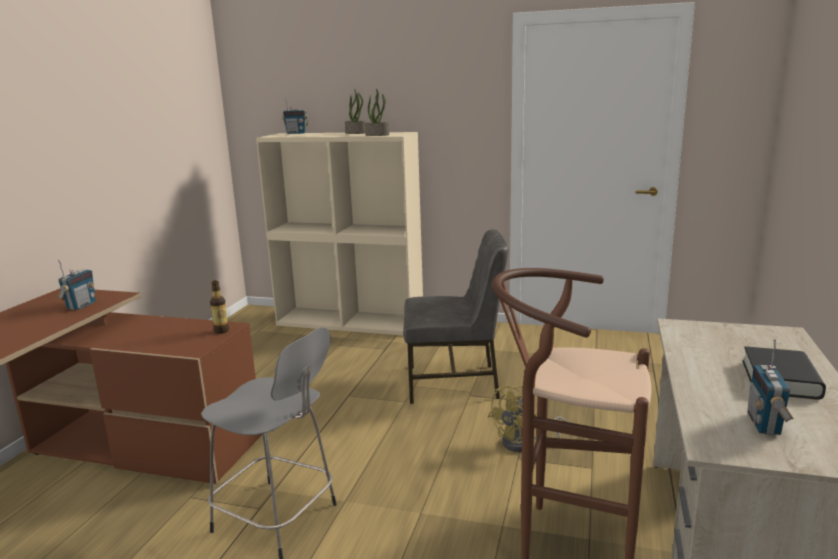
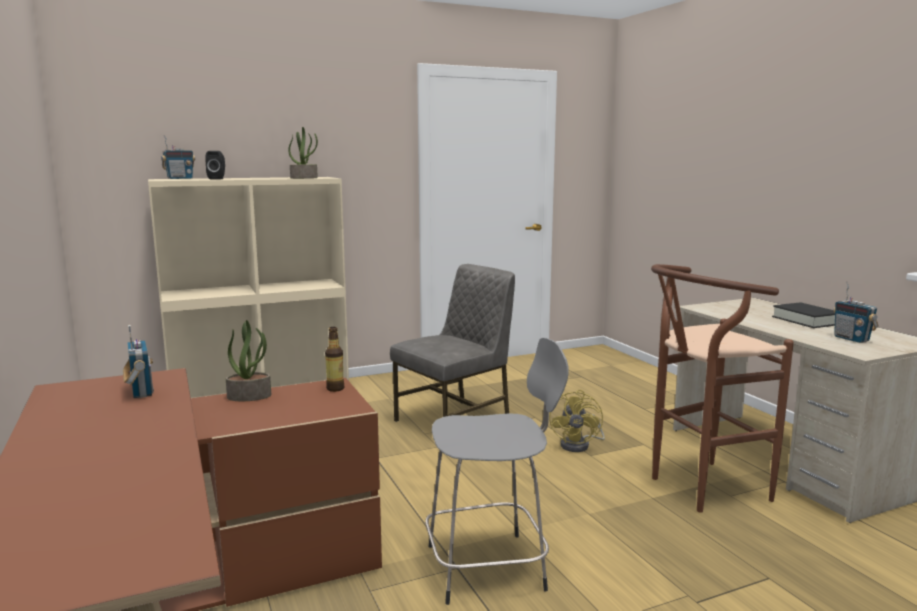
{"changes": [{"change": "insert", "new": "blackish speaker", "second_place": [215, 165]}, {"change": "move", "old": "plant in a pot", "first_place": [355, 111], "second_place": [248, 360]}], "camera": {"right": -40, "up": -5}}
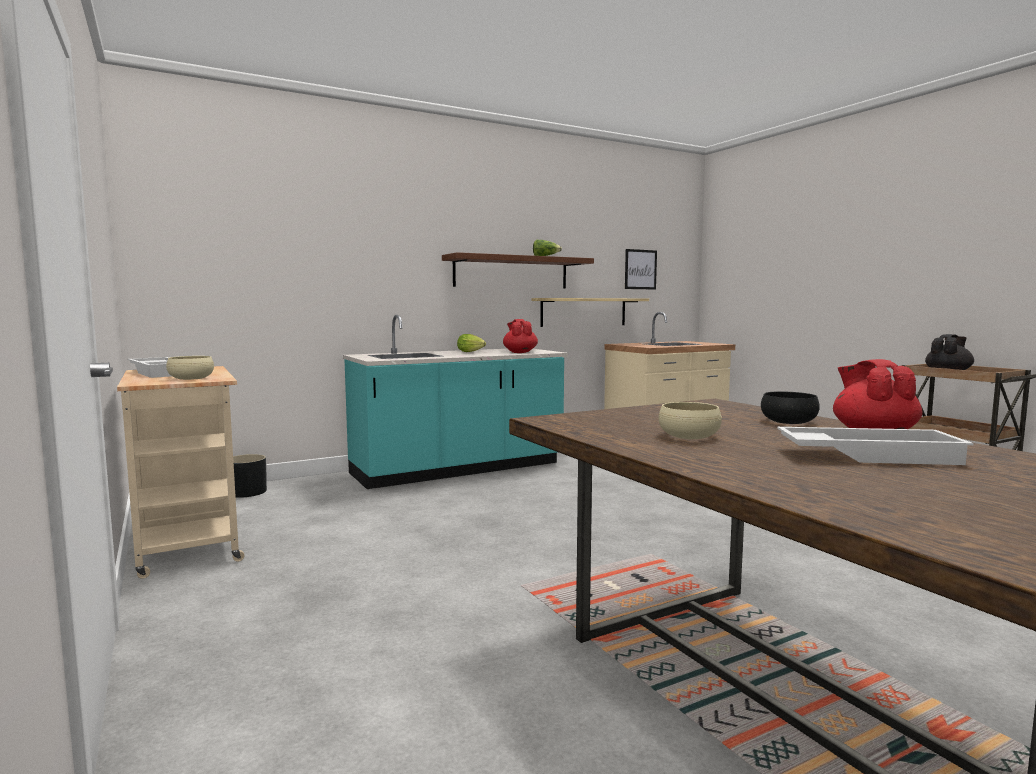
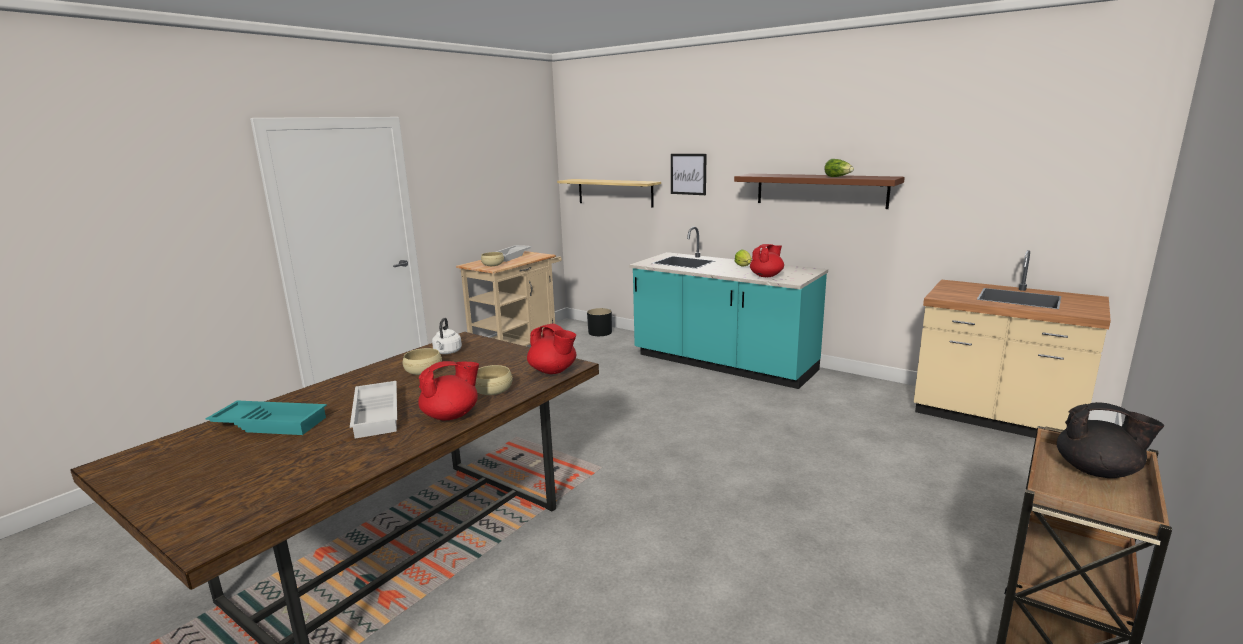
{"changes": [{"change": "insert", "new": "turquoise tray", "second_place": [266, 418]}, {"change": "insert", "new": "whitish tea kettle", "second_place": [447, 336]}, {"change": "insert", "new": "red teapot", "second_place": [552, 349]}, {"change": "move", "old": "shelf", "first_place": [590, 312], "second_place": [609, 193]}, {"change": "move", "old": "picture", "first_place": [641, 269], "second_place": [689, 174]}, {"change": "recolor", "old": "blackish bowl", "new": "beige bowl", "first_place": [790, 407], "second_place": [494, 380]}], "camera": {"right": 65, "up": 10}}
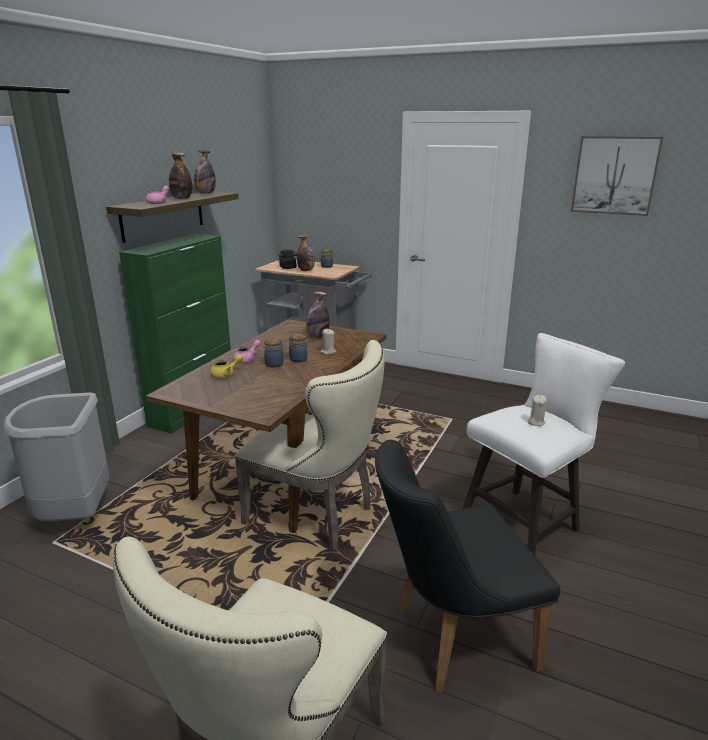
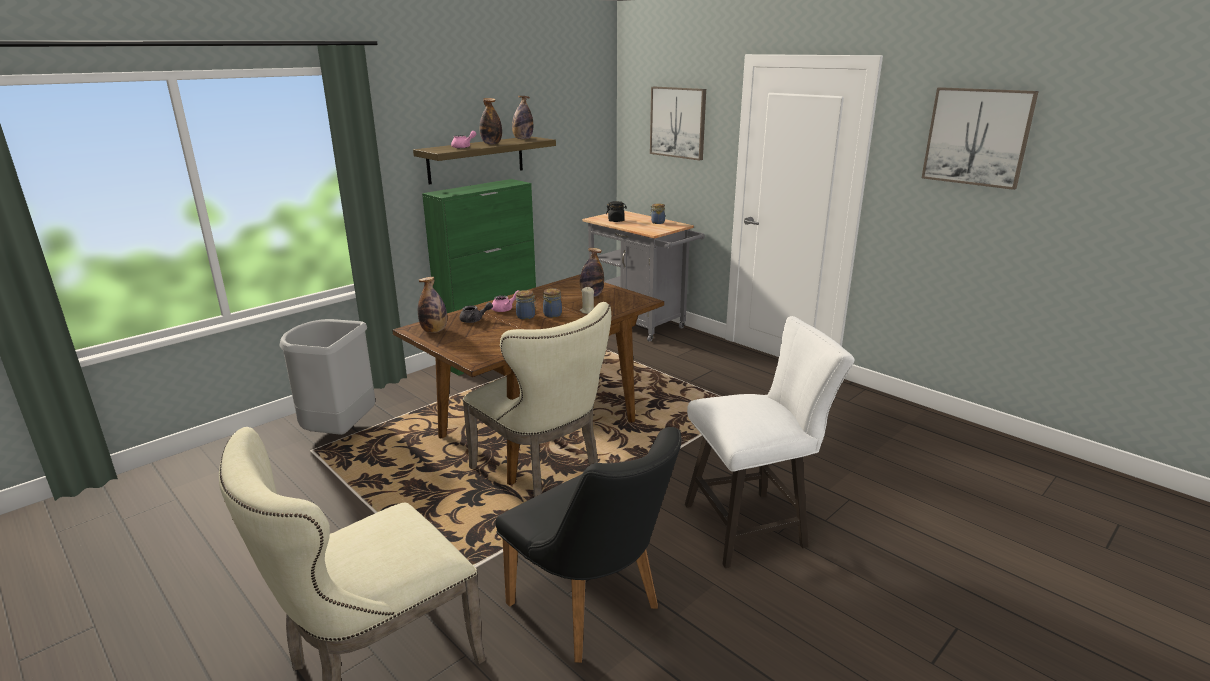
{"changes": [{"change": "delete", "old": "beige wax light", "first_place": [537, 410]}, {"change": "insert", "new": "picture", "second_place": [678, 124]}, {"change": "move", "old": "bottle", "first_place": [306, 253], "second_place": [432, 305]}, {"change": "recolor", "old": "yellow-coloured teapot", "new": "gray teapot", "first_place": [226, 366], "second_place": [476, 312]}, {"change": "rotate", "old": "blackish plain chair", "first_place": [467, 566], "second_place": [588, 545], "degrees": -135}], "camera": {"right": 20, "up": 0}}
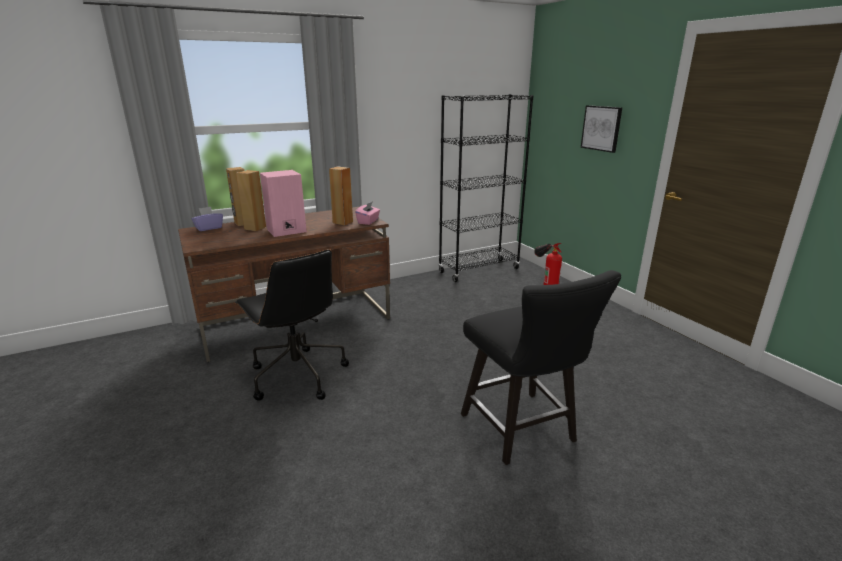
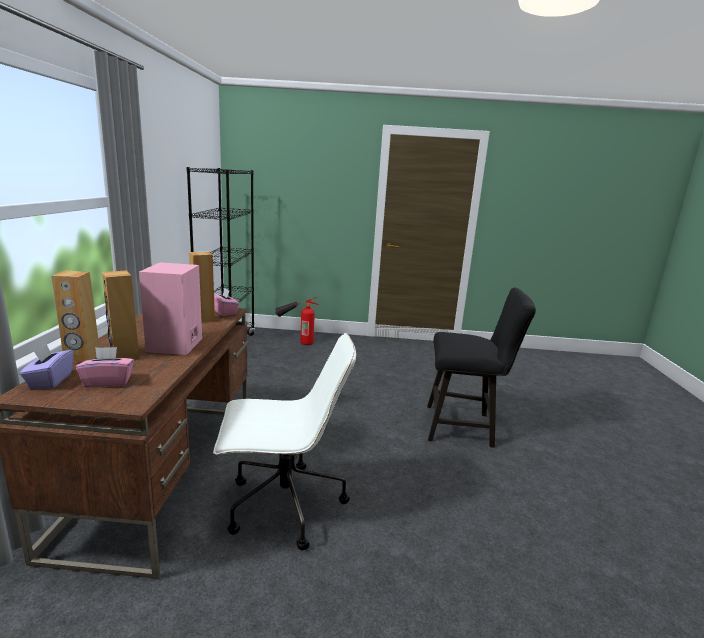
{"changes": [{"change": "delete", "old": "picture", "first_place": [601, 129]}, {"change": "insert", "new": "pink box of tissues", "second_place": [105, 367]}, {"change": "recolor", "old": "blackish desk chair", "new": "whitish desk chair", "first_place": [292, 325], "second_place": [284, 442]}], "camera": {"right": -60, "up": -5}}
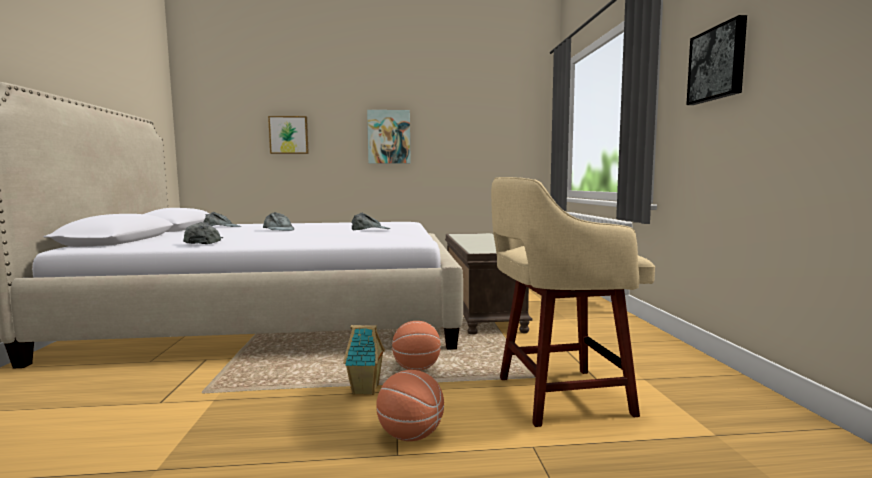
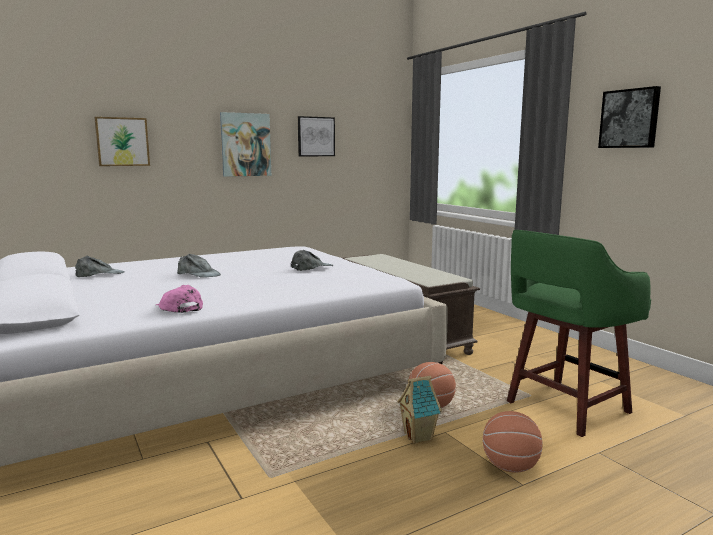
{"changes": [{"change": "insert", "new": "picture", "second_place": [316, 136]}, {"change": "recolor", "old": "gray cap", "new": "pink cap", "first_place": [203, 233], "second_place": [179, 299]}, {"change": "recolor", "old": "beige stool seat", "new": "green-coloured stool seat", "first_place": [573, 302], "second_place": [579, 333]}], "camera": {"right": -25, "up": 5}}
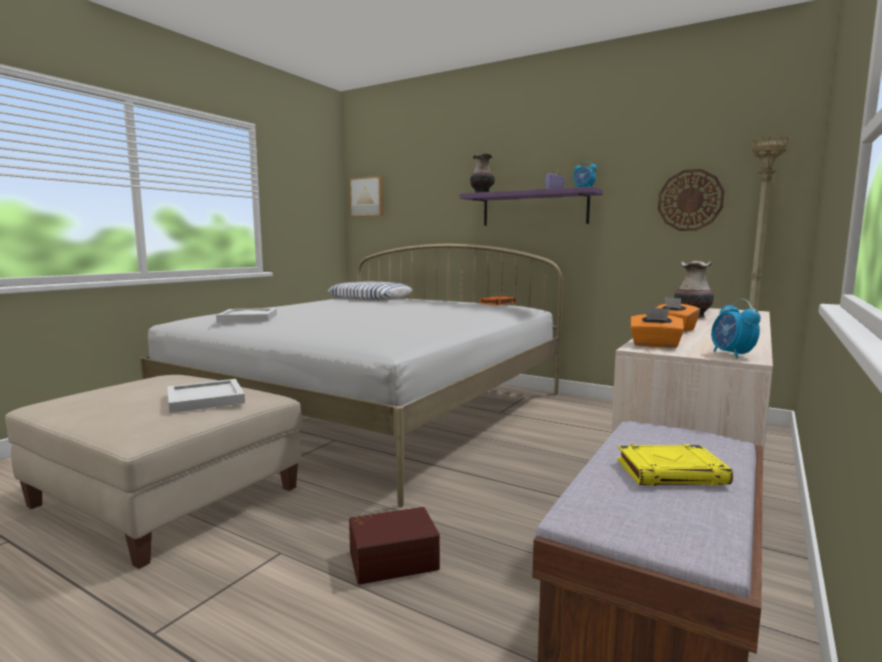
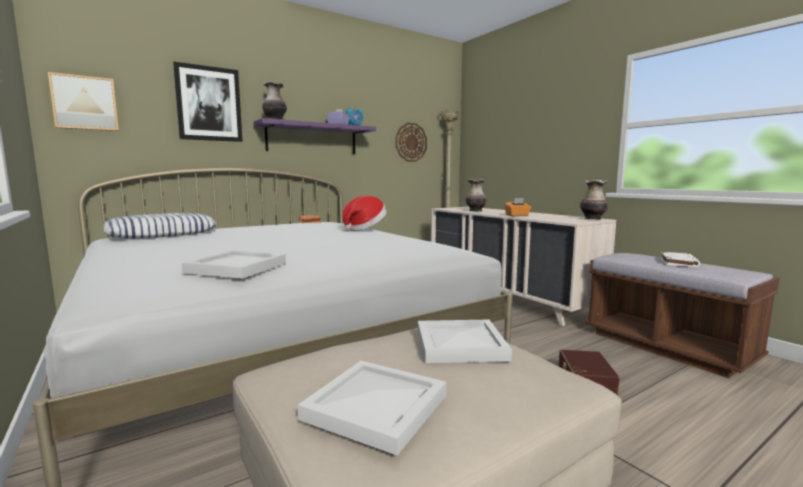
{"changes": [{"change": "delete", "old": "orange box of tissues", "first_place": [657, 327]}, {"change": "insert", "new": "picture", "second_place": [207, 102]}, {"change": "insert", "new": "whitish tray", "second_place": [372, 408]}, {"change": "insert", "new": "hat", "second_place": [364, 213]}, {"change": "replace", "old": "bedside clock", "new": "decorative vase", "first_place": [736, 328], "second_place": [594, 200]}, {"change": "recolor", "old": "yellow-coloured book", "new": "whitish book", "first_place": [675, 465], "second_place": [680, 259]}], "camera": {"right": -65, "up": 0}}
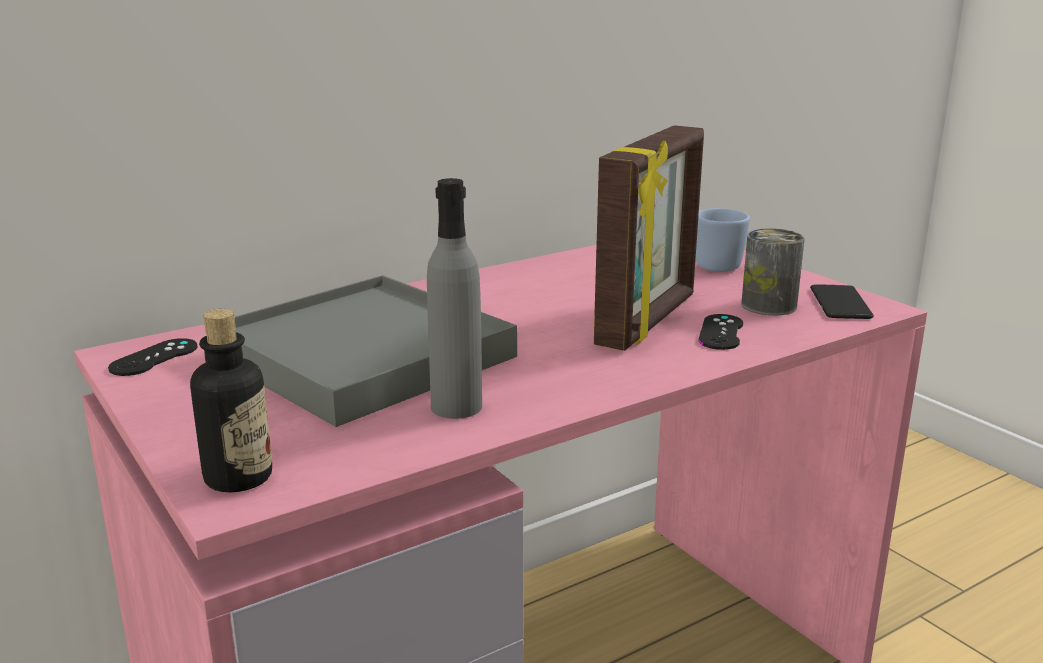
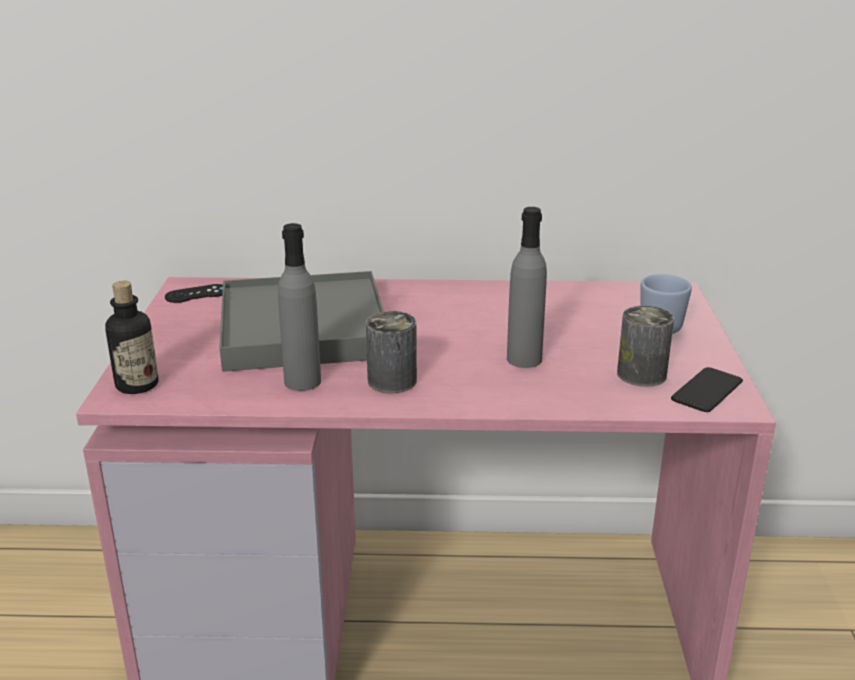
{"changes": [{"change": "delete", "old": "blackish joypad", "first_place": [721, 332]}, {"change": "insert", "new": "metal can", "second_place": [391, 352]}, {"change": "replace", "old": "picture frame", "new": "gray bottle", "first_place": [649, 238], "second_place": [527, 287]}], "camera": {"right": 35, "up": 5}}
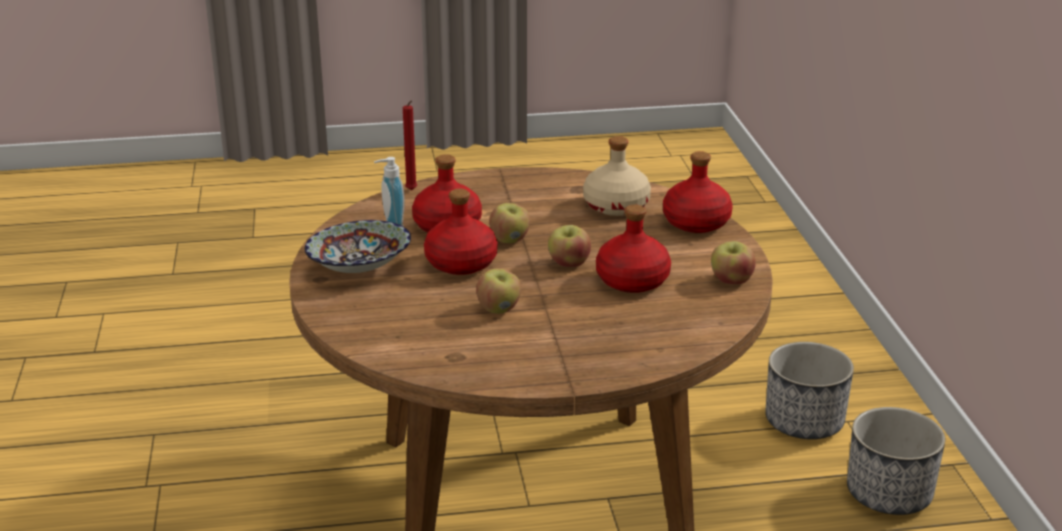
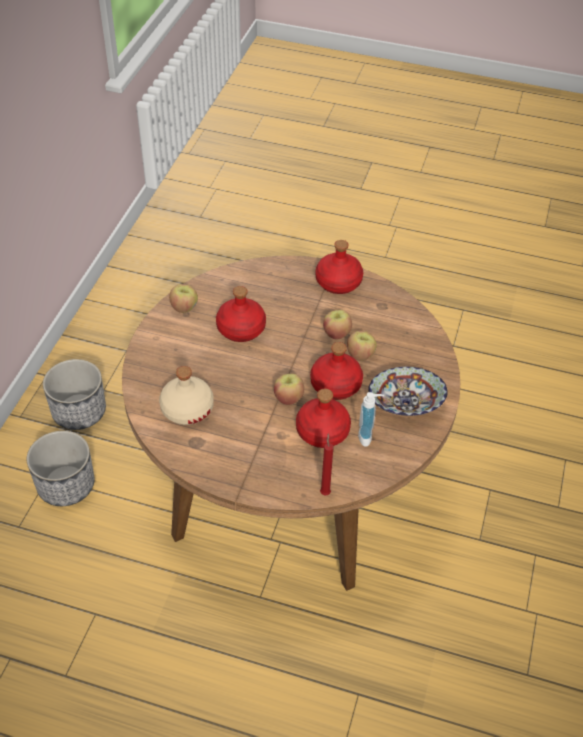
{"changes": [{"change": "move", "old": "apple", "first_place": [569, 246], "second_place": [362, 346]}, {"change": "move", "old": "red bottle", "first_place": [698, 192], "second_place": [339, 267]}], "camera": {"right": -155, "up": 20}}
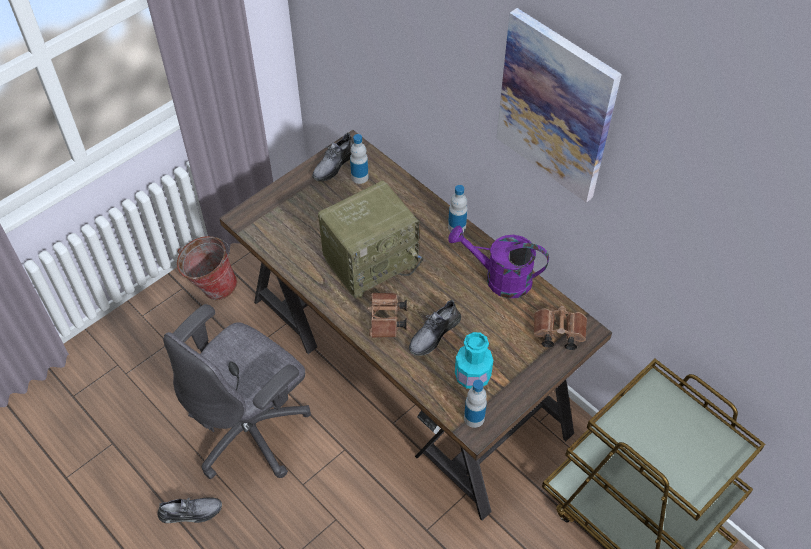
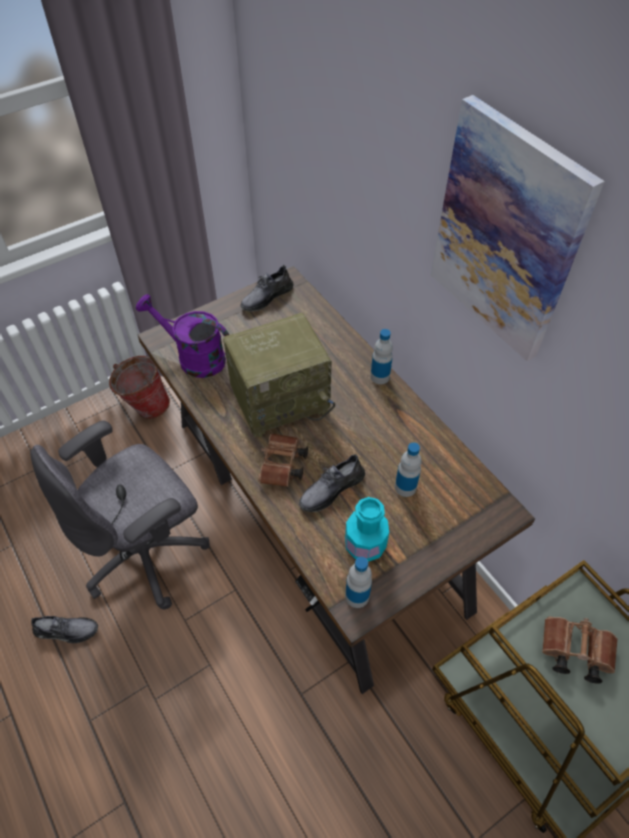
{"changes": [{"change": "move", "old": "bottle", "first_place": [359, 159], "second_place": [408, 469]}, {"change": "move", "old": "purplish sprinkling can", "first_place": [498, 262], "second_place": [182, 336]}, {"change": "move", "old": "brown-coloured pair of binoculars", "first_place": [560, 328], "second_place": [580, 650]}], "camera": {"right": 10, "up": 0}}
